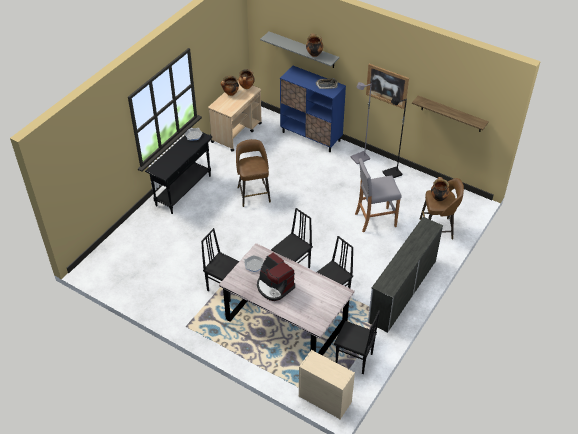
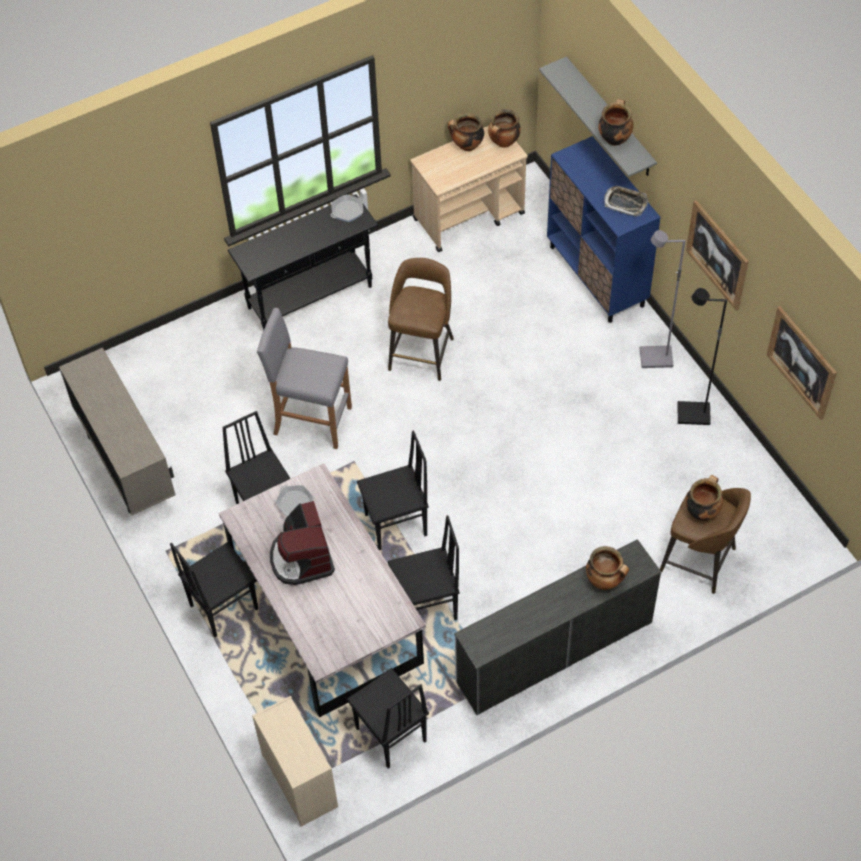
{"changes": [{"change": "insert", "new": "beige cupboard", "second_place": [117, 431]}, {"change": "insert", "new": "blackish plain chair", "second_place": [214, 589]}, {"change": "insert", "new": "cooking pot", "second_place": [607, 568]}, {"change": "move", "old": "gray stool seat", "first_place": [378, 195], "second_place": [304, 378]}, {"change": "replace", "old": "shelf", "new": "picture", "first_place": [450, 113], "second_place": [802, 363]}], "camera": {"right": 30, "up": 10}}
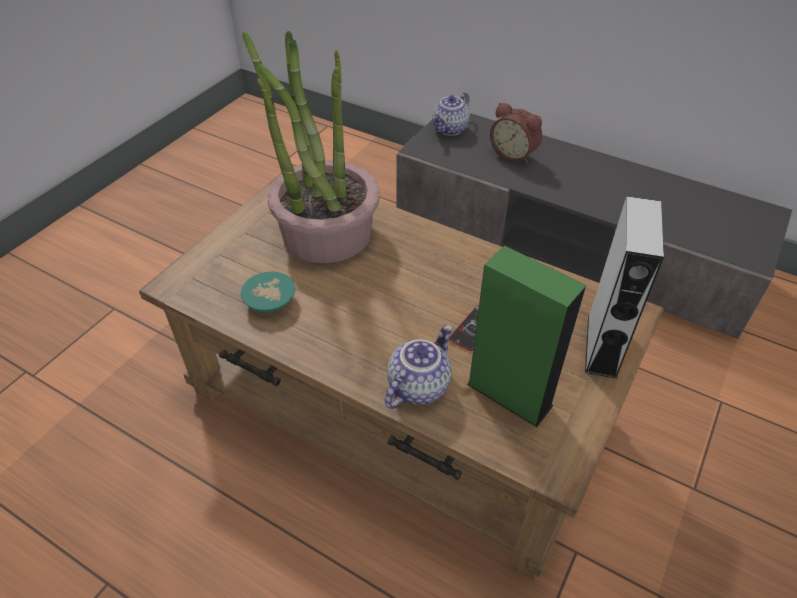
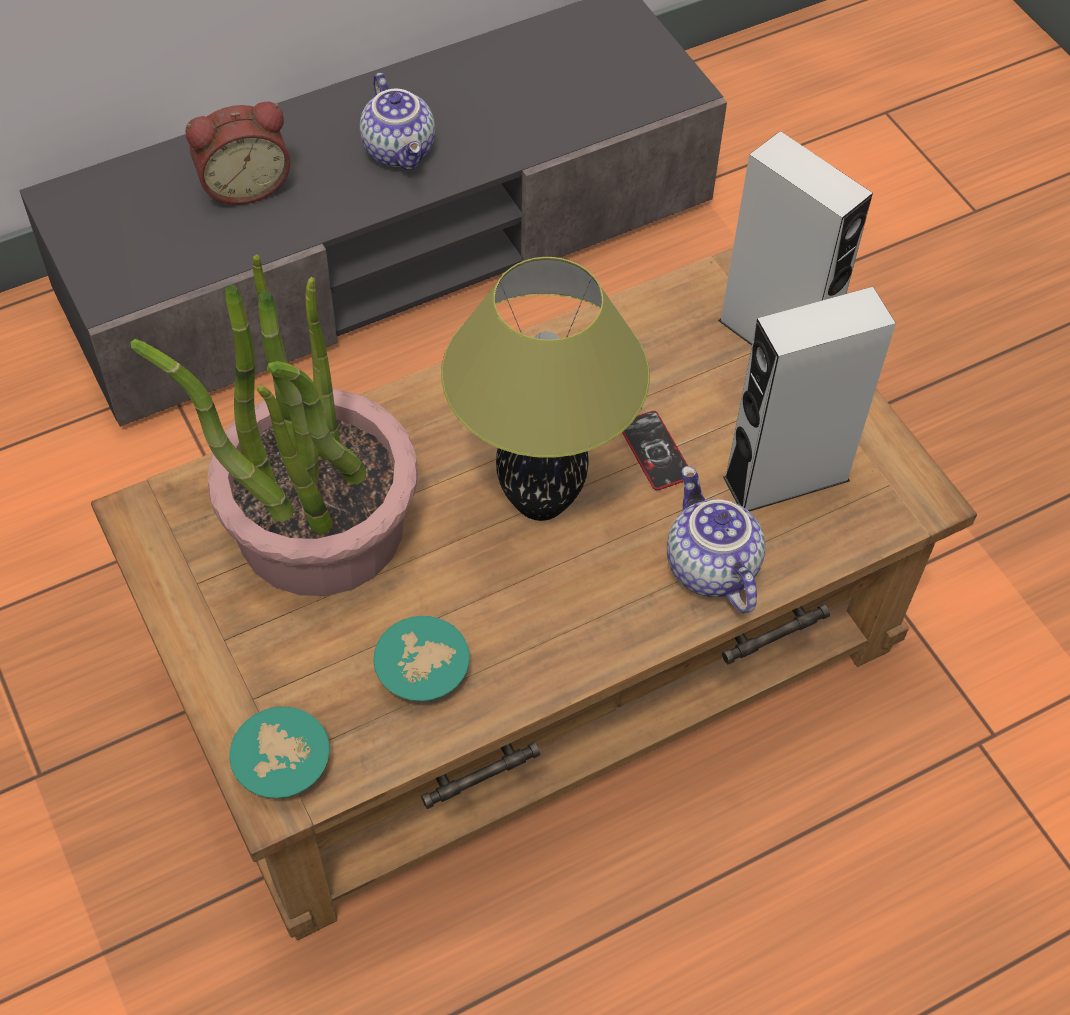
{"changes": [{"change": "insert", "new": "turquoise bowl", "second_place": [279, 752]}, {"change": "insert", "new": "lamp for a table", "second_place": [545, 389]}, {"change": "move", "old": "teapot", "first_place": [451, 114], "second_place": [397, 121]}, {"change": "recolor", "old": "green-coloured speaker", "new": "gray speaker", "first_place": [526, 336], "second_place": [809, 399]}], "camera": {"right": -60, "up": 10}}
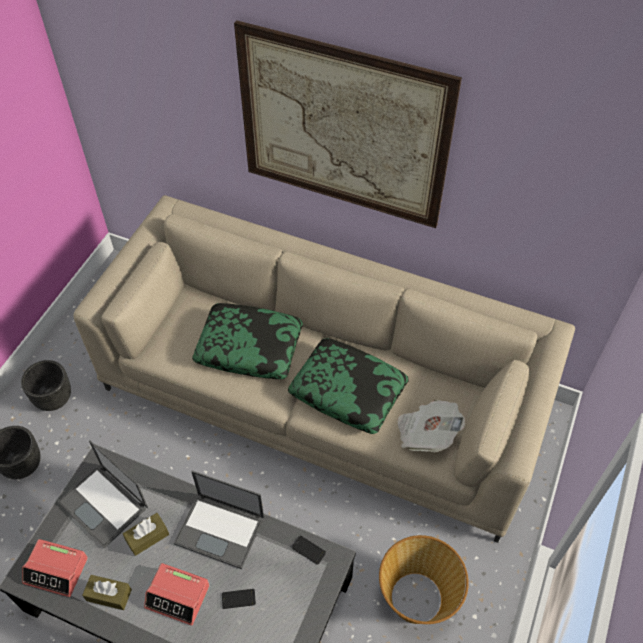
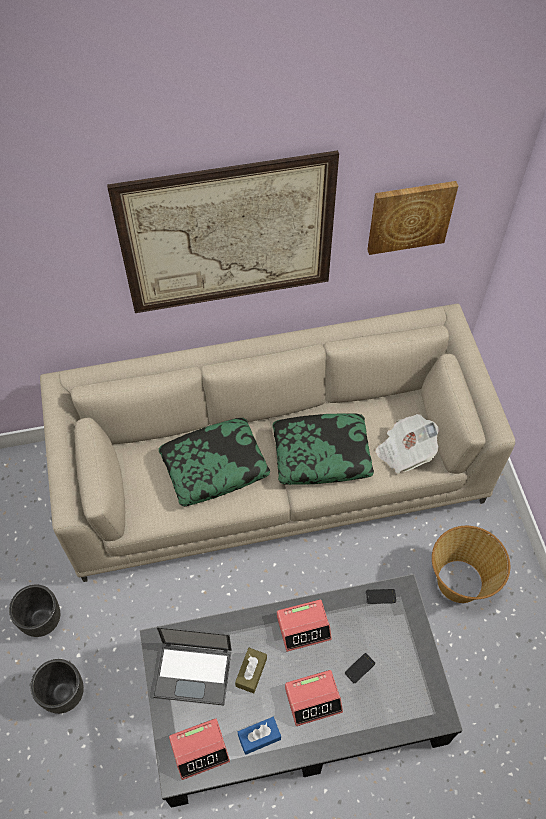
{"changes": [{"change": "insert", "new": "picture", "second_place": [412, 218]}, {"change": "replace", "old": "portable computer", "new": "bedside clock", "first_place": [219, 520], "second_place": [304, 625]}, {"change": "recolor", "old": "brown-coloured box of tissues", "new": "bluish box of tissues", "first_place": [107, 592], "second_place": [259, 736]}], "camera": {"right": -35, "up": 5}}
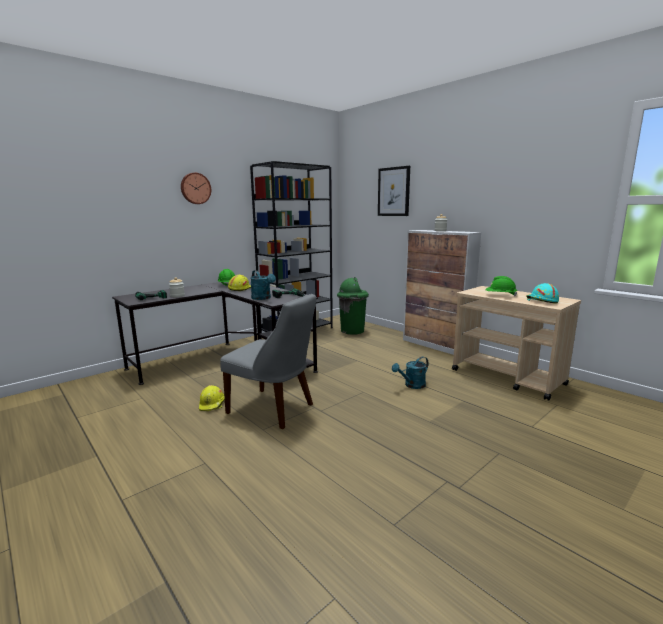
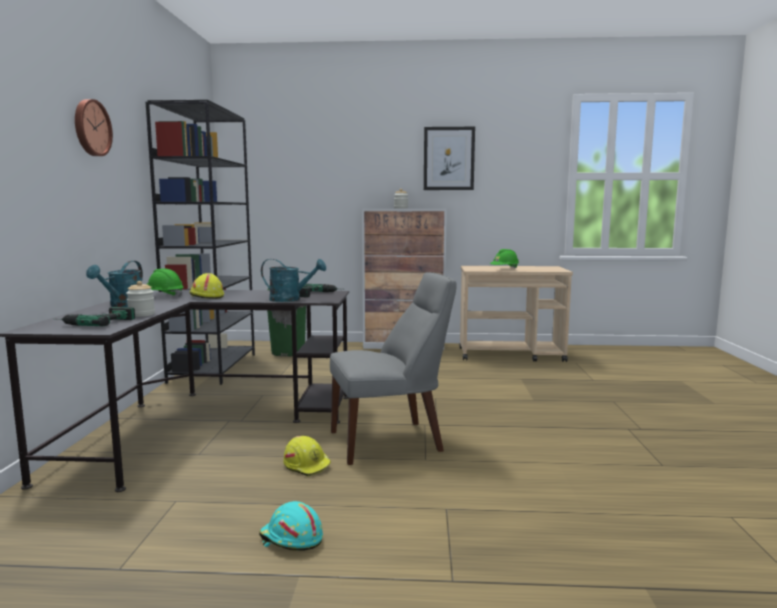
{"changes": [{"change": "move", "old": "picture", "first_place": [394, 191], "second_place": [449, 158]}, {"change": "move", "old": "turquoise sprinkling can", "first_place": [410, 372], "second_place": [114, 284]}, {"change": "move", "old": "turquoise hard hat", "first_place": [542, 293], "second_place": [291, 526]}], "camera": {"right": -45, "up": -5}}
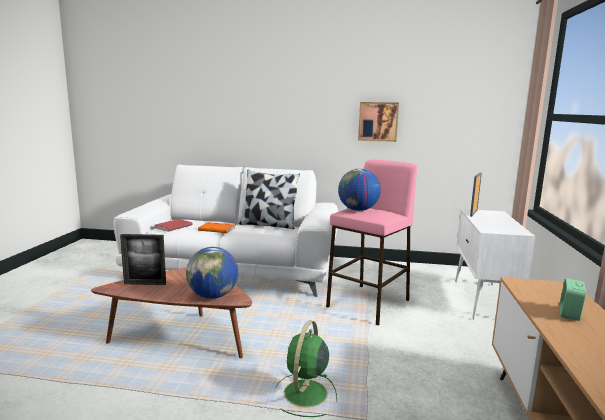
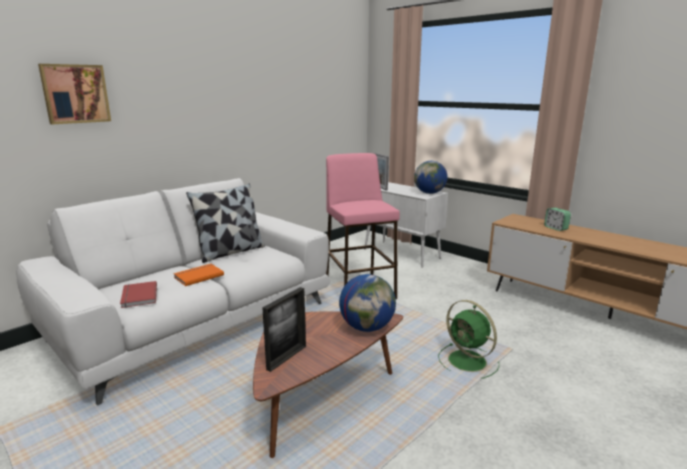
{"changes": [{"change": "move", "old": "globe", "first_place": [359, 190], "second_place": [431, 177]}, {"change": "move", "old": "picture", "first_place": [378, 122], "second_place": [74, 94]}], "camera": {"right": -55, "up": 5}}
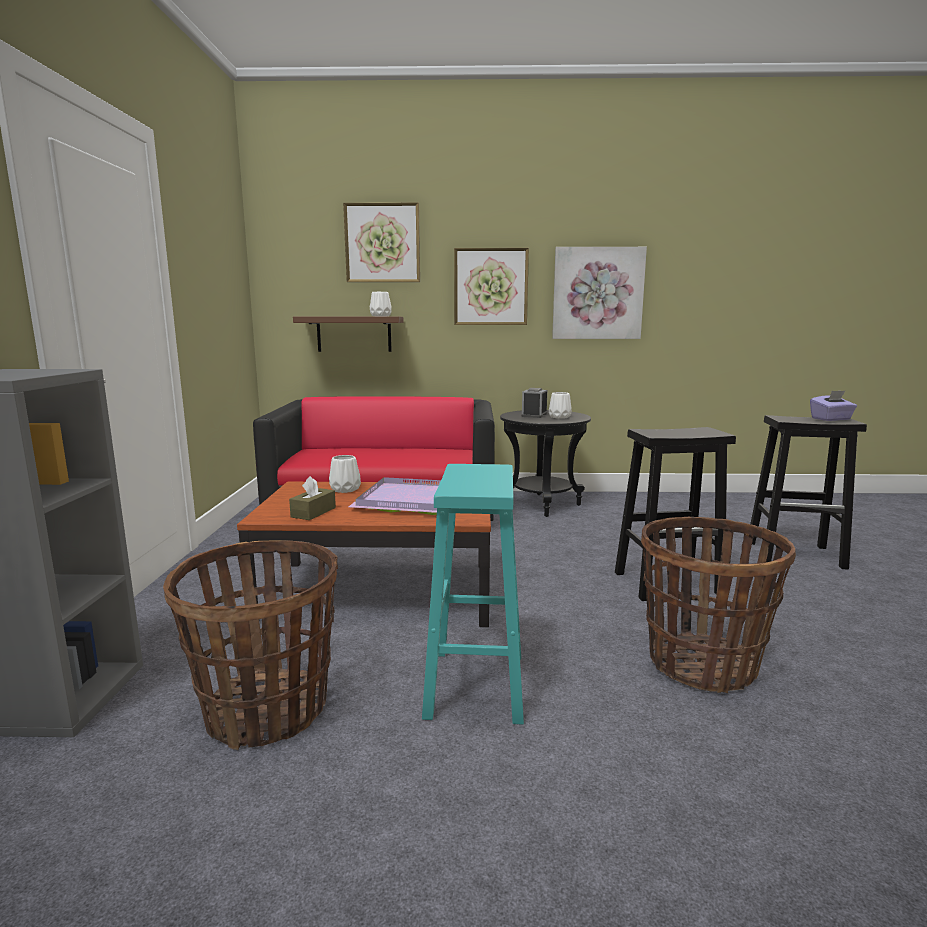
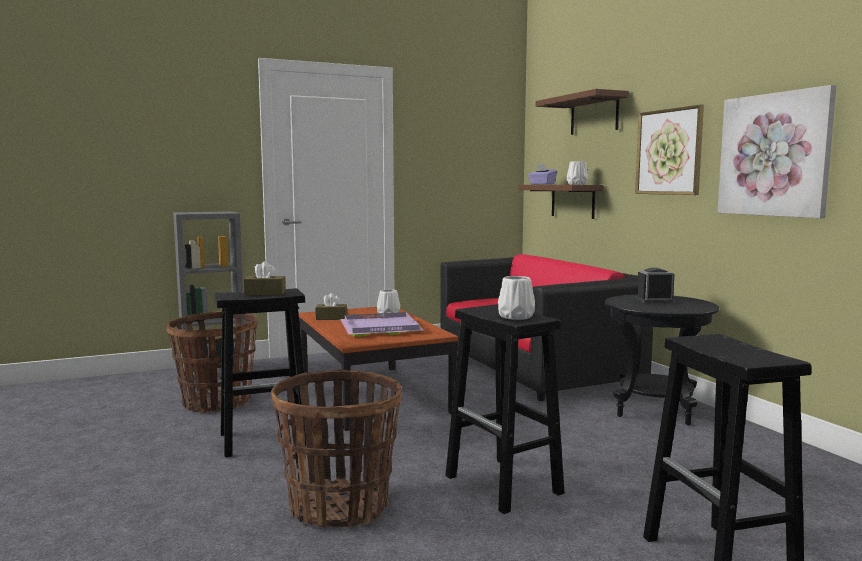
{"changes": [{"change": "insert", "new": "brown-coloured box of tissues", "second_place": [264, 278]}, {"change": "move", "old": "whitish decorative vase", "first_place": [560, 405], "second_place": [516, 298]}, {"change": "move", "old": "purplish box of tissues", "first_place": [833, 405], "second_place": [542, 174]}, {"change": "replace", "old": "picture", "new": "brown-coloured shelf", "first_place": [381, 242], "second_place": [582, 112]}, {"change": "recolor", "old": "turquoise stool seat", "new": "blackish stool seat", "first_place": [473, 594], "second_place": [260, 373]}], "camera": {"right": 65, "up": -5}}
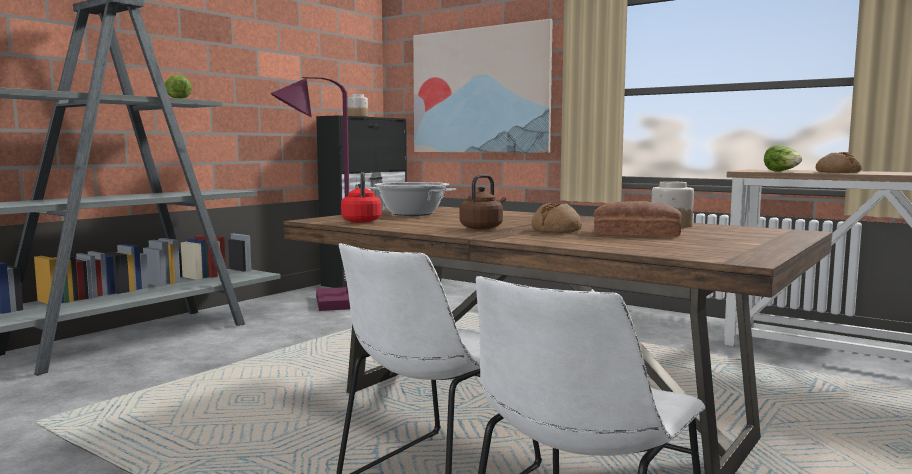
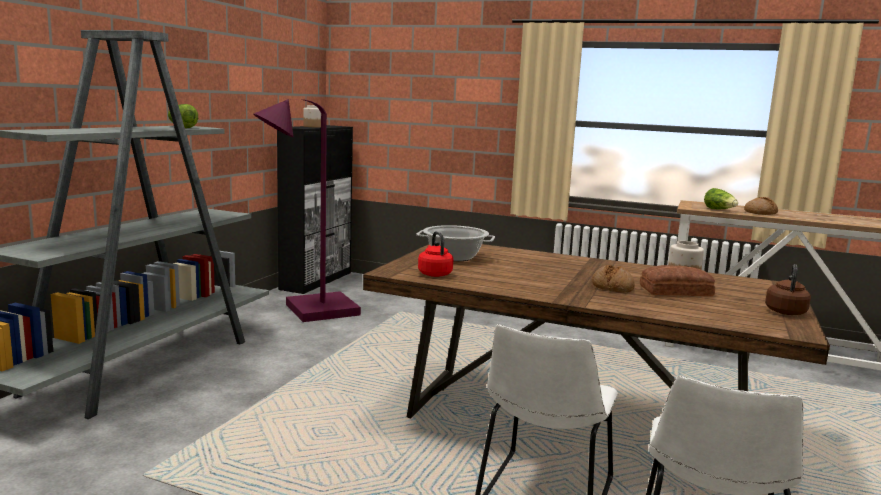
{"changes": [{"change": "delete", "old": "picture", "first_place": [483, 86]}, {"change": "move", "old": "brown-coloured tea kettle", "first_place": [483, 202], "second_place": [788, 289]}], "camera": {"right": -15, "up": 5}}
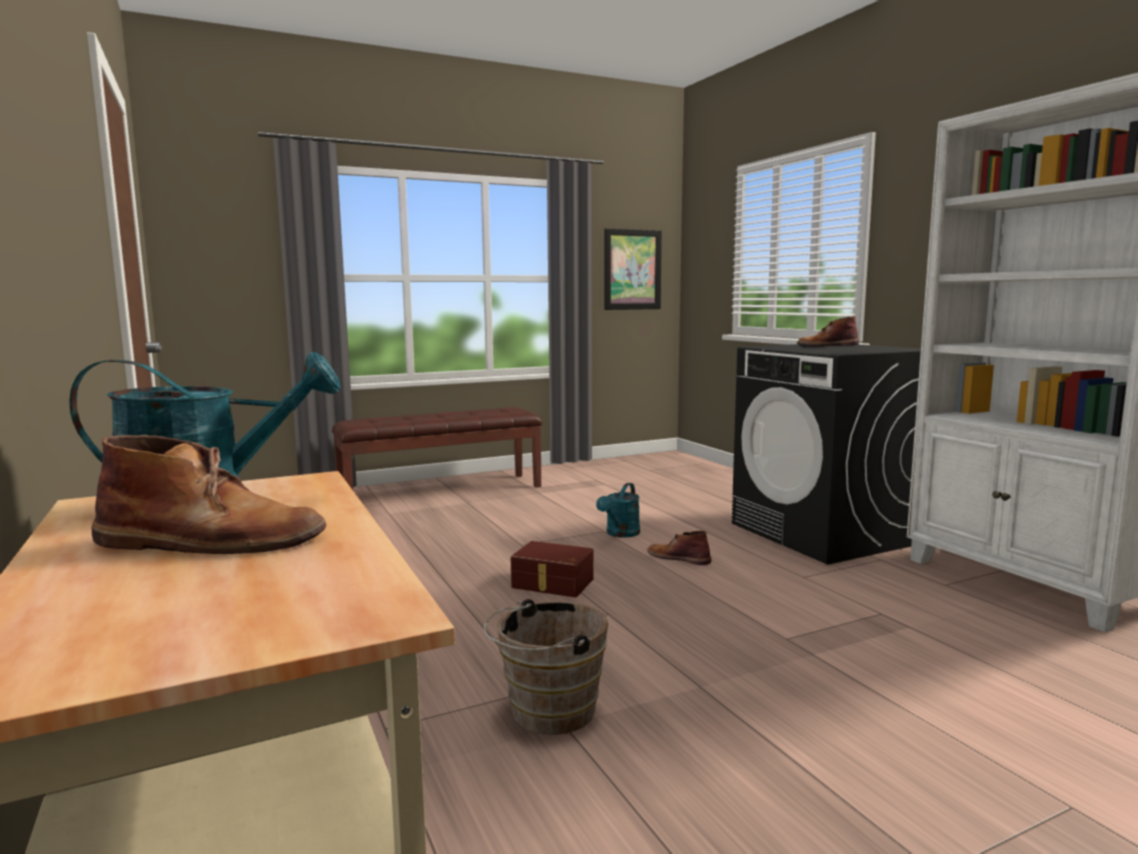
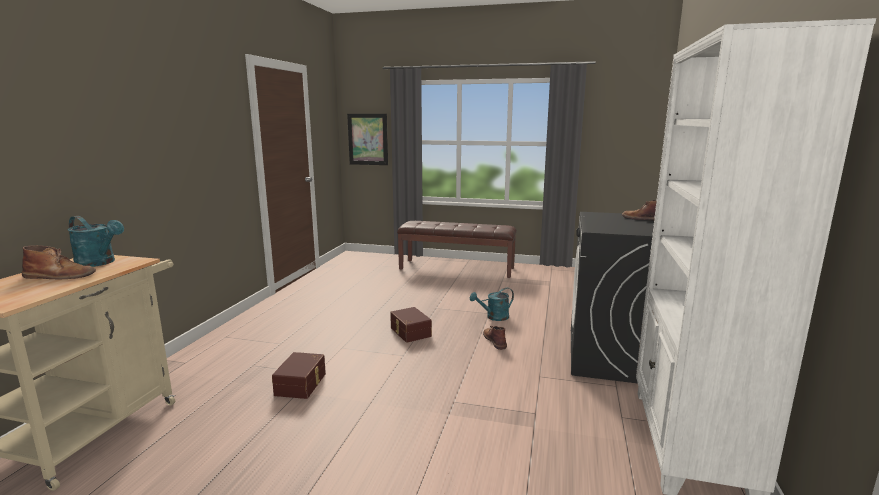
{"changes": [{"change": "move", "old": "picture", "first_place": [633, 269], "second_place": [367, 139]}, {"change": "replace", "old": "brown-coloured pail", "new": "brown-coloured storage box", "first_place": [546, 667], "second_place": [299, 375]}, {"change": "rotate", "old": "brown-coloured boot", "first_place": [209, 494], "second_place": [59, 262], "degrees": -45}], "camera": {"right": 40, "up": 5}}
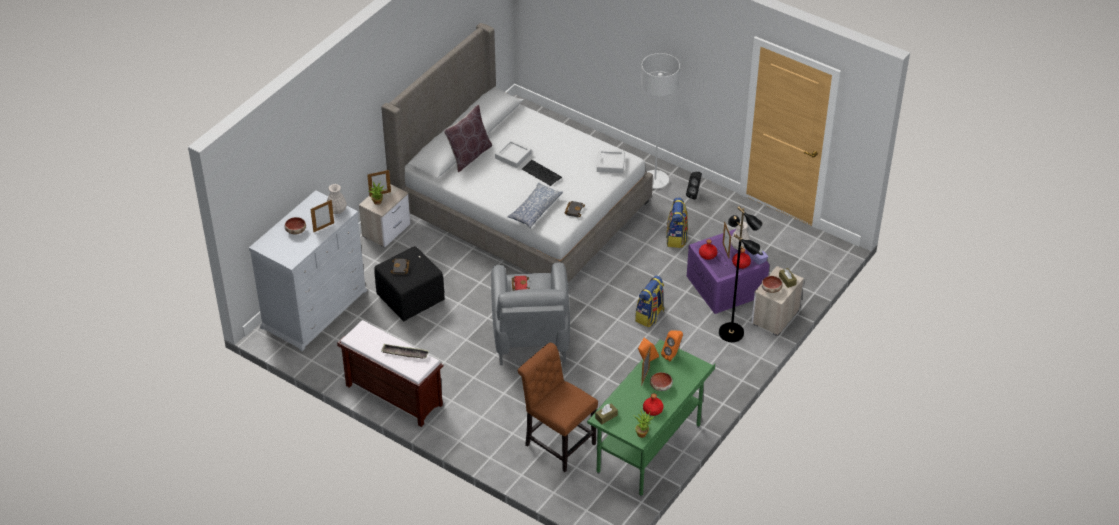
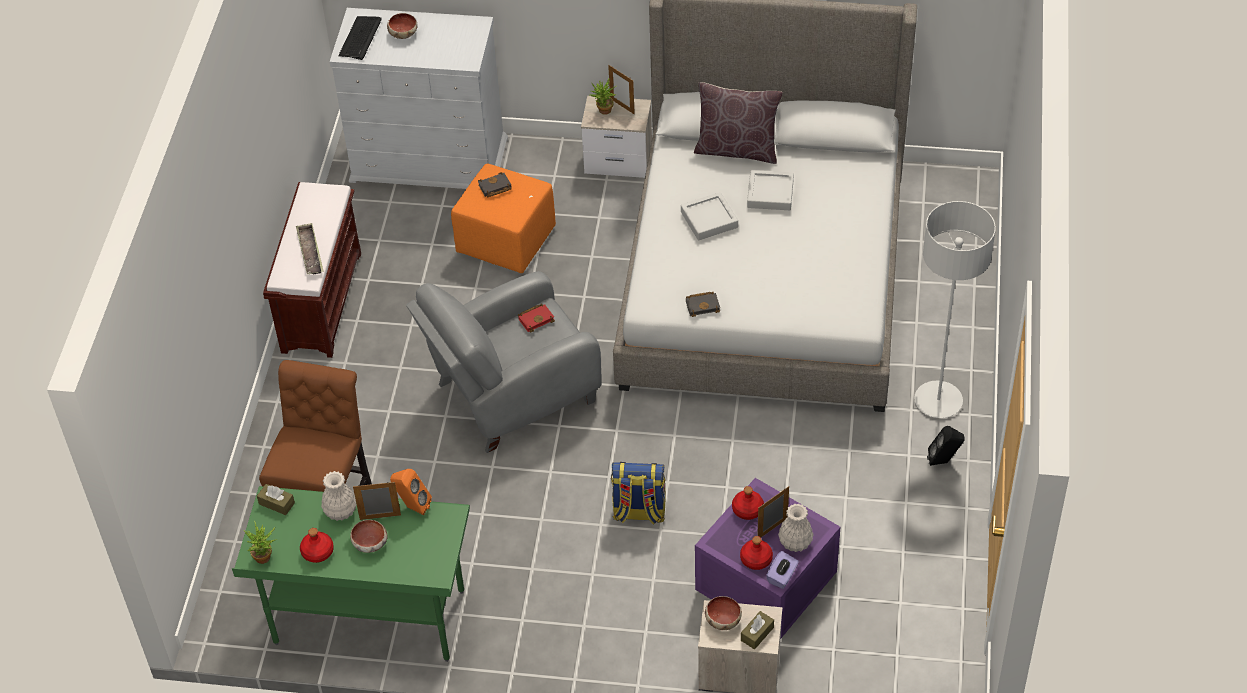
{"changes": [{"change": "delete", "old": "picture frame", "first_place": [322, 216]}, {"change": "delete", "old": "throw pillow", "first_place": [535, 205]}, {"change": "delete", "old": "orange speaker", "first_place": [672, 345]}, {"change": "delete", "old": "rucksack", "first_place": [677, 222]}, {"change": "delete", "old": "blackish standing lamp", "first_place": [741, 274]}, {"change": "move", "old": "whitish decorative vase", "first_place": [337, 199], "second_place": [338, 496]}, {"change": "move", "old": "keyboard", "first_place": [542, 173], "second_place": [360, 38]}, {"change": "move", "old": "gray tray", "first_place": [611, 161], "second_place": [709, 216]}, {"change": "recolor", "old": "blackish pouffe", "new": "orange pouffe", "first_place": [409, 283], "second_place": [503, 218]}], "camera": {"right": 65, "up": 5}}
